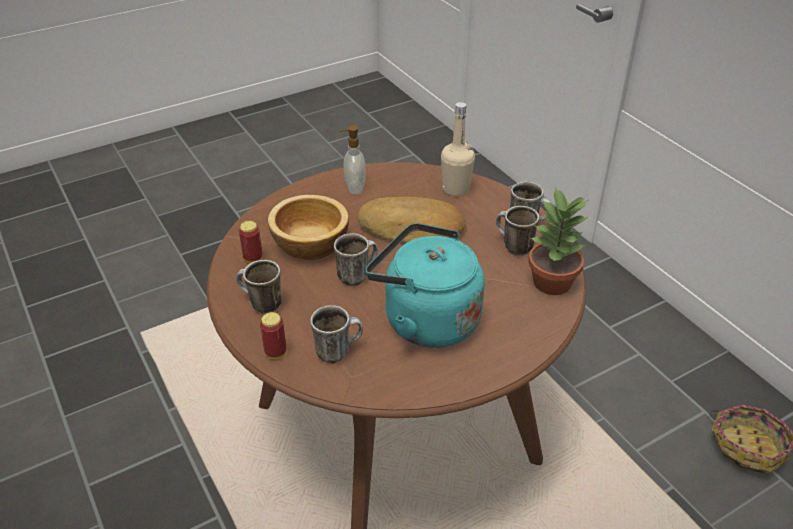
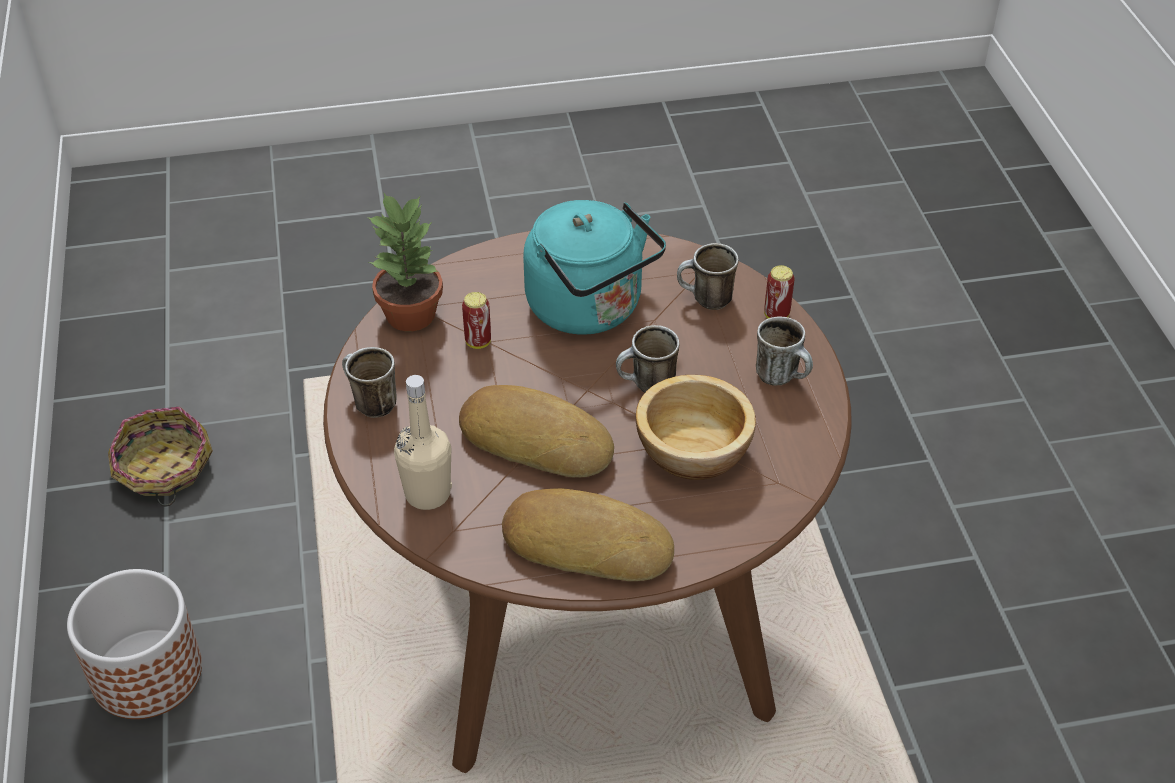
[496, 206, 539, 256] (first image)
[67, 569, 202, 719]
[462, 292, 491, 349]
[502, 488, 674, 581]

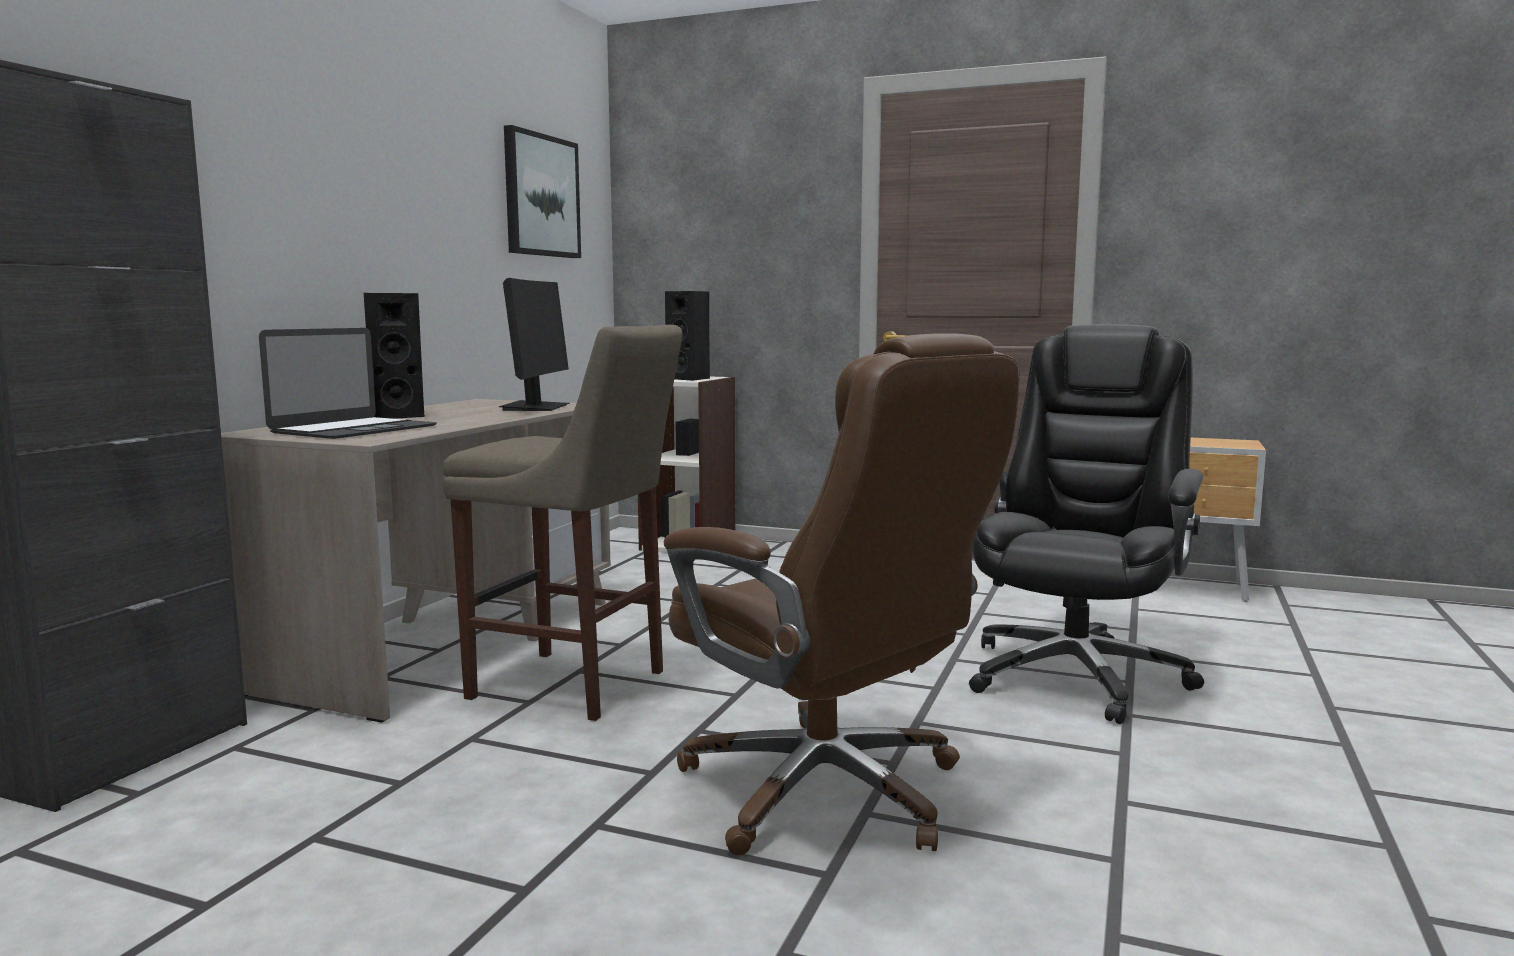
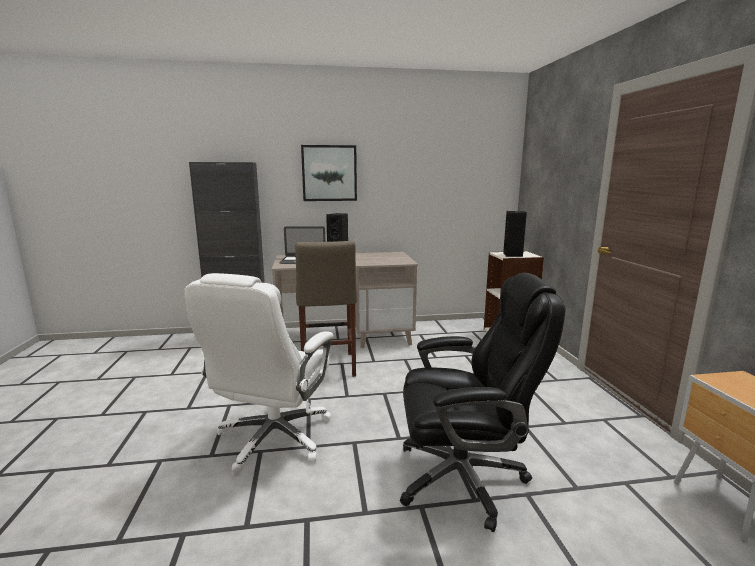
[499, 278, 570, 411] (first image)
[301, 145, 357, 201]
[184, 273, 333, 474]

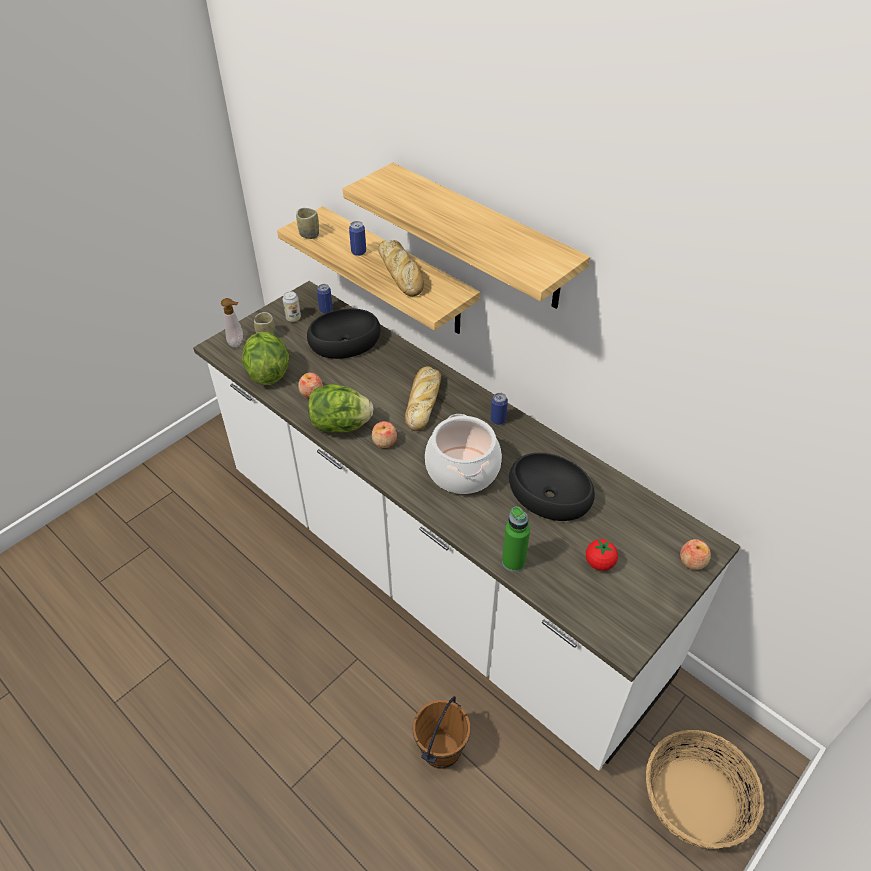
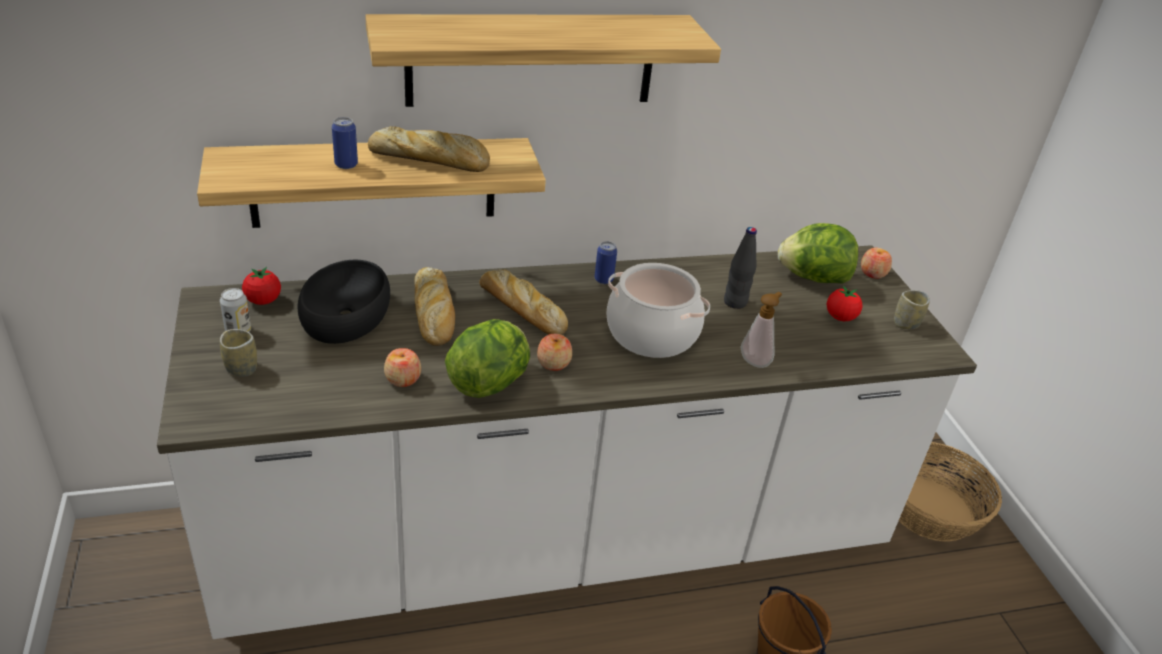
[502, 506, 530, 572] (first image)
[414, 267, 455, 346]
[741, 292, 782, 368]
[778, 223, 858, 284]
[894, 290, 930, 329]
[242, 267, 281, 305]
[724, 227, 757, 309]

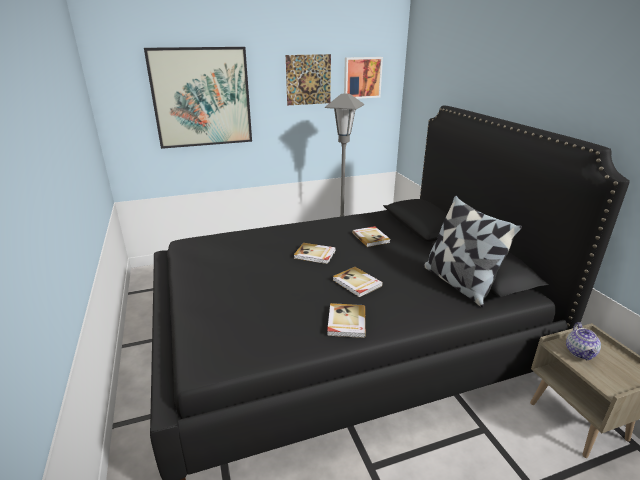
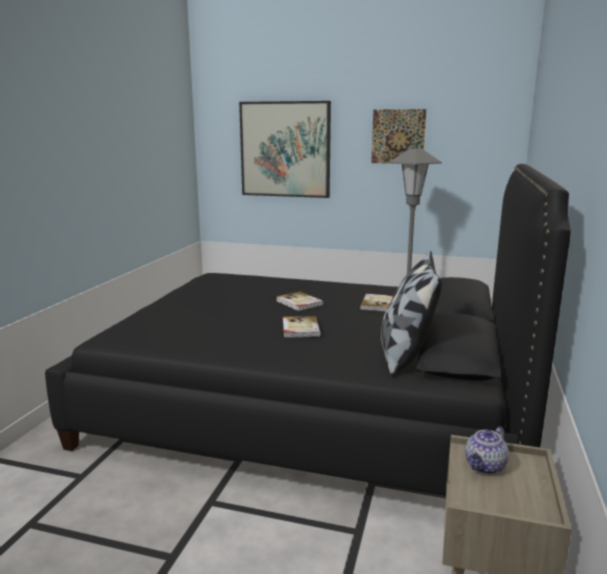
[327, 303, 366, 338] (first image)
[344, 57, 383, 99] (first image)

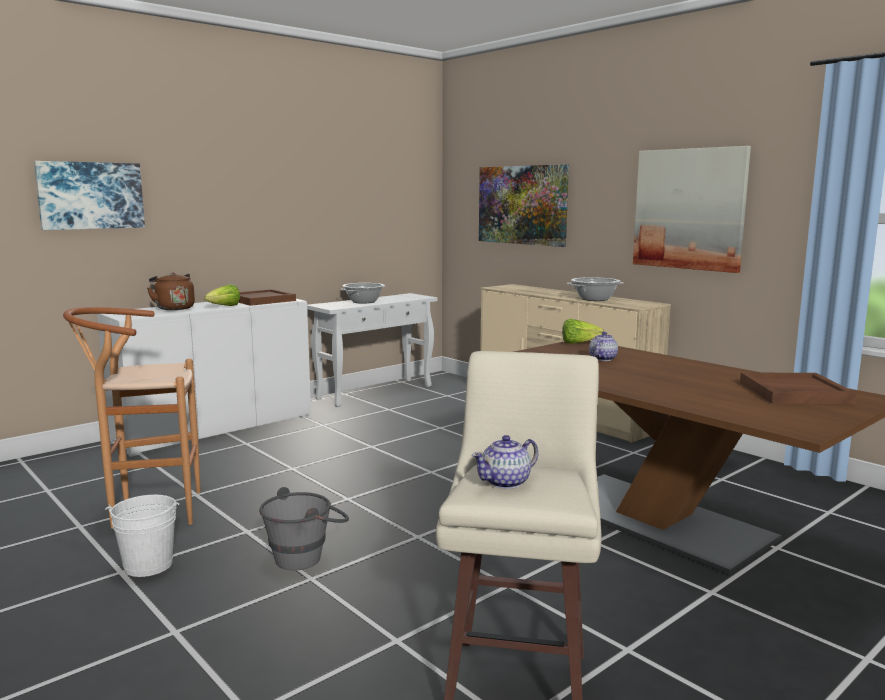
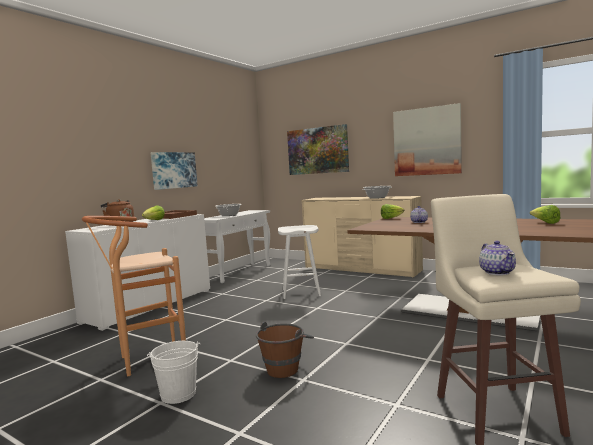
[278, 225, 321, 299]
[151, 152, 198, 190]
[530, 205, 560, 224]
[256, 322, 314, 378]
[479, 241, 516, 275]

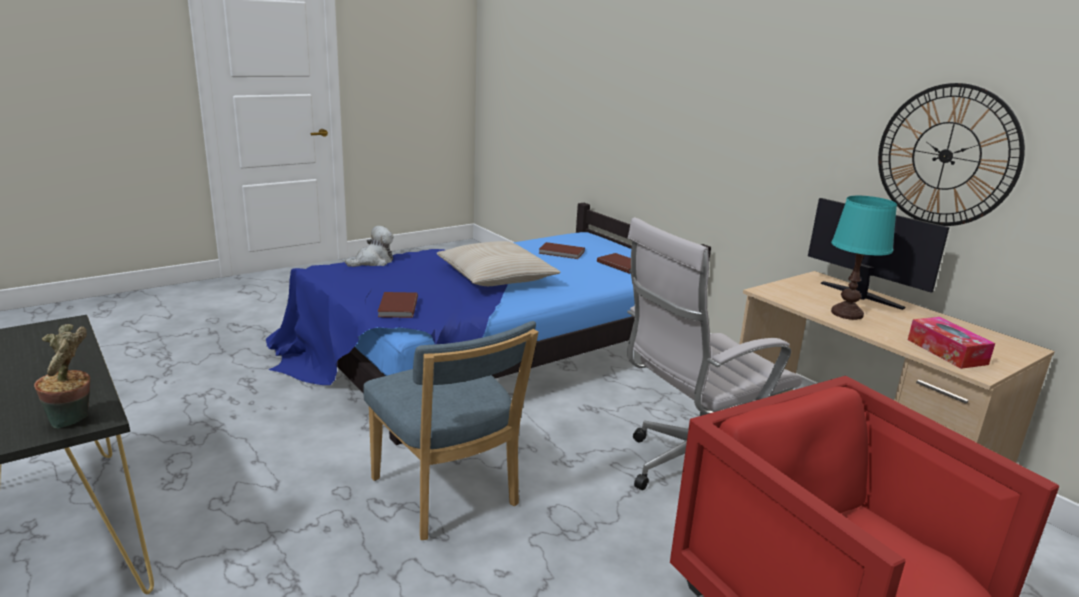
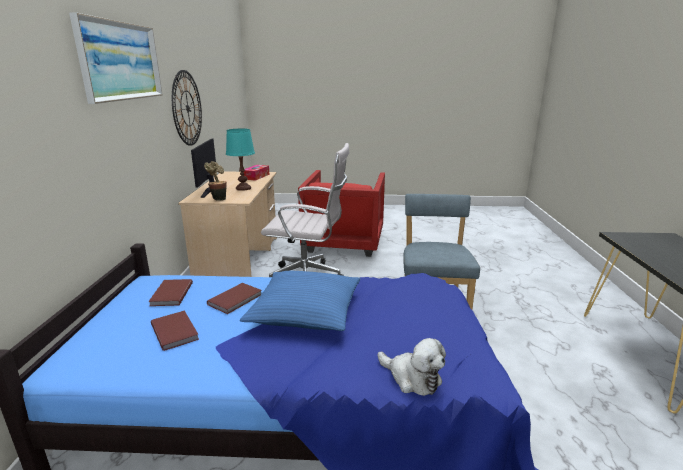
[69, 12, 162, 104]
[204, 161, 227, 201]
[207, 283, 262, 314]
[240, 271, 361, 331]
[378, 338, 446, 396]

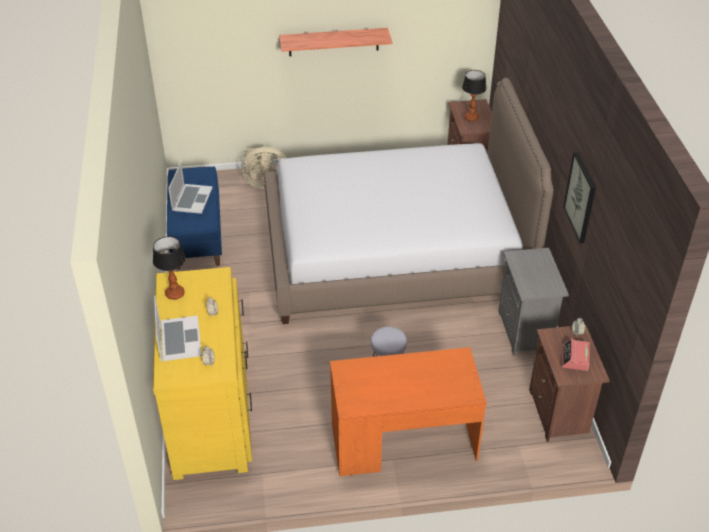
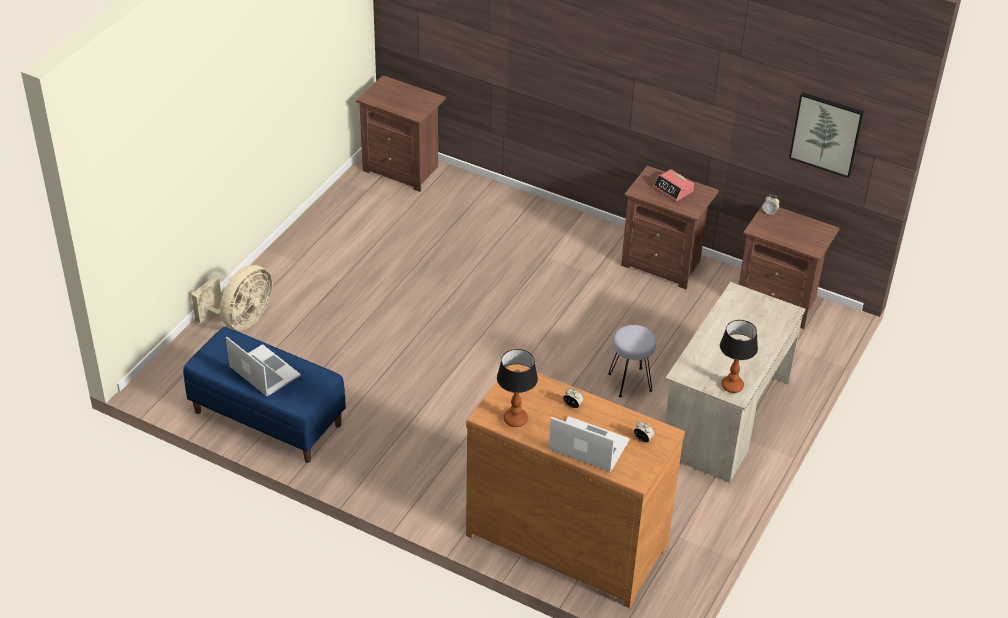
[264, 78, 554, 324] (first image)
[279, 28, 392, 56] (first image)
[720, 320, 758, 393]
[653, 169, 694, 202]
[789, 92, 864, 178]
[466, 364, 685, 608]
[665, 282, 806, 483]
[621, 165, 719, 289]

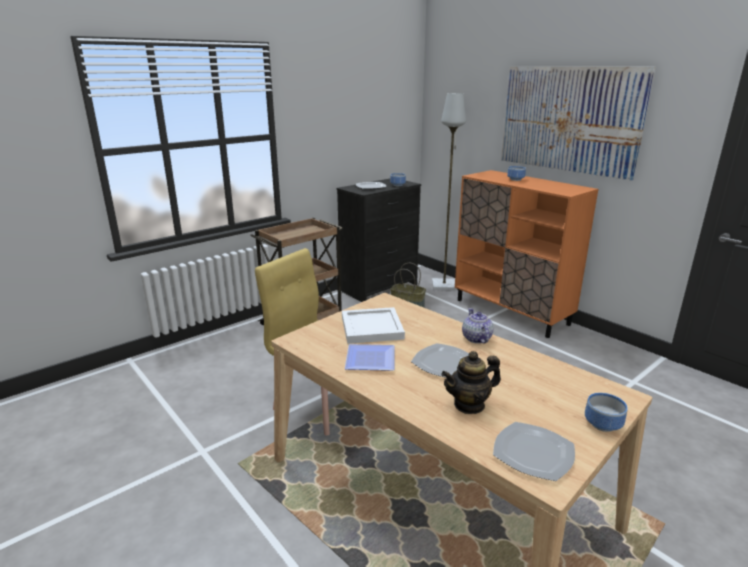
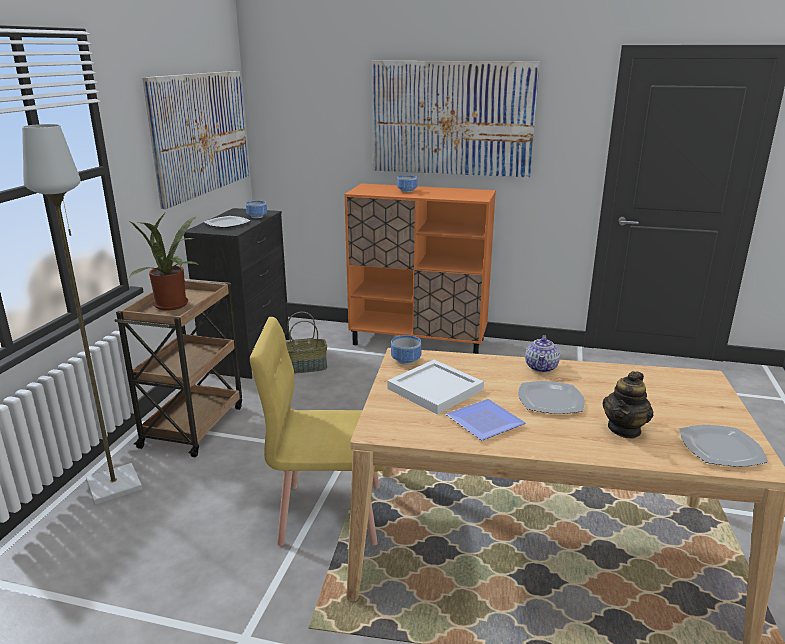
[128, 213, 200, 310]
[142, 71, 249, 209]
[22, 124, 142, 505]
[391, 335, 421, 365]
[525, 335, 560, 373]

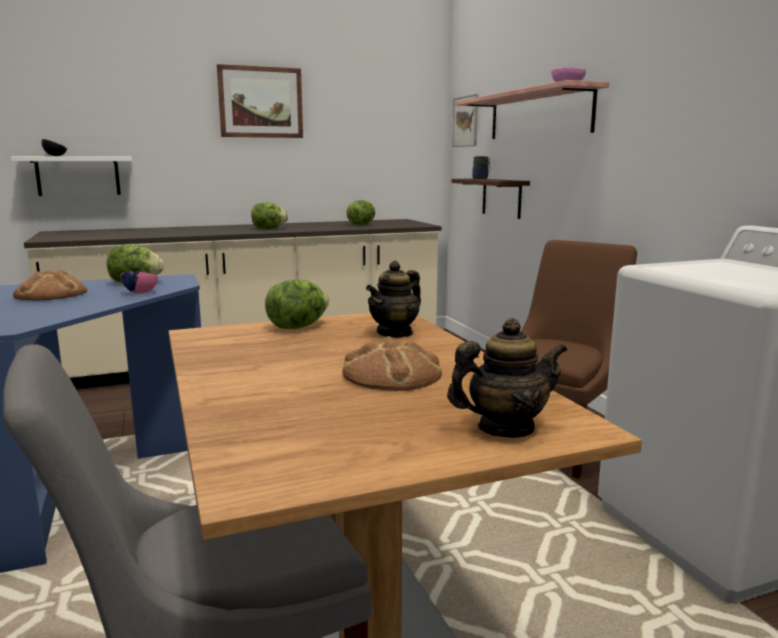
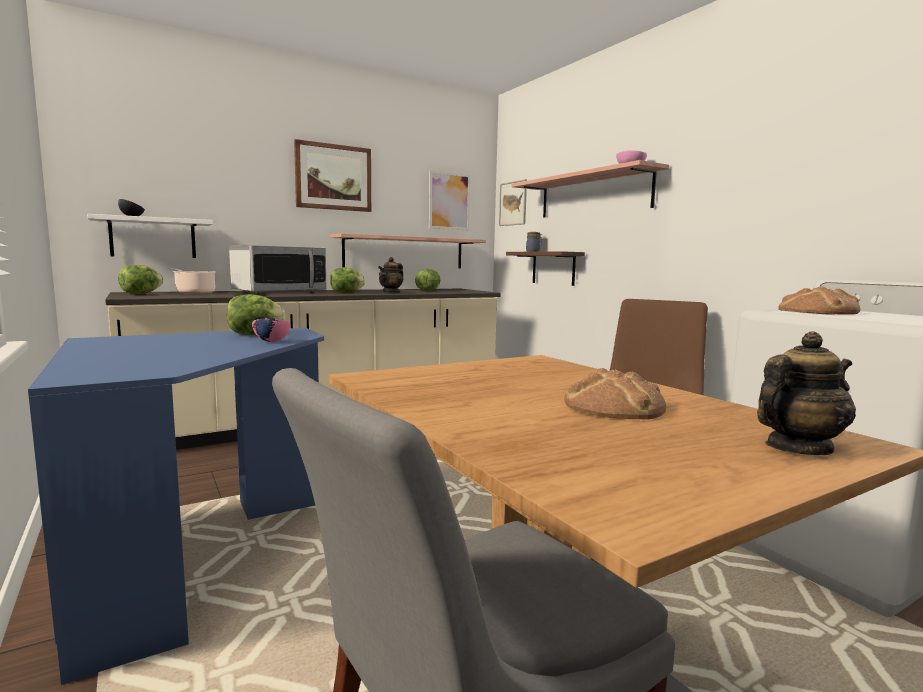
[168, 268, 216, 294]
[229, 245, 326, 294]
[330, 233, 486, 269]
[429, 170, 471, 231]
[778, 286, 860, 315]
[118, 265, 163, 294]
[378, 257, 404, 293]

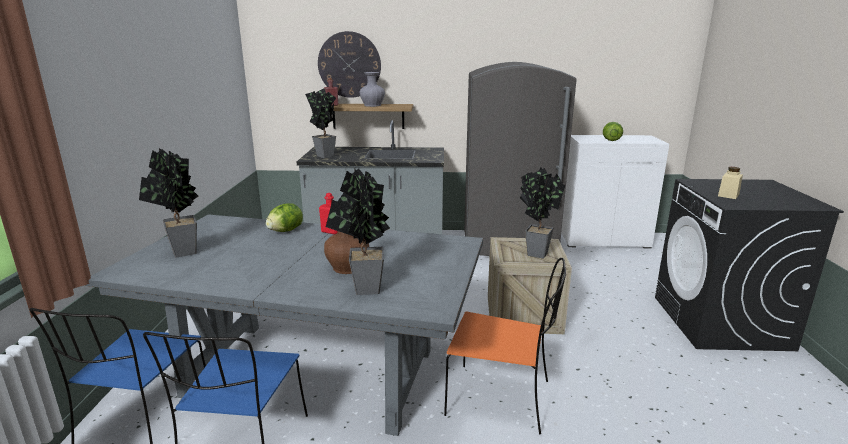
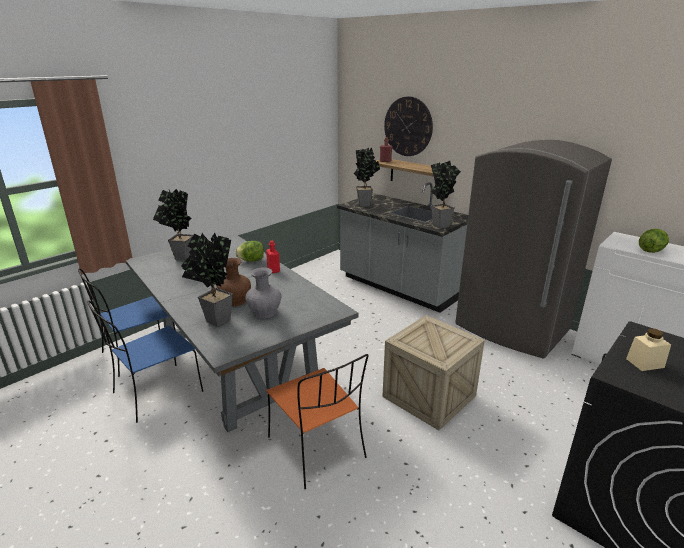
[245, 268, 281, 318]
[431, 161, 461, 228]

